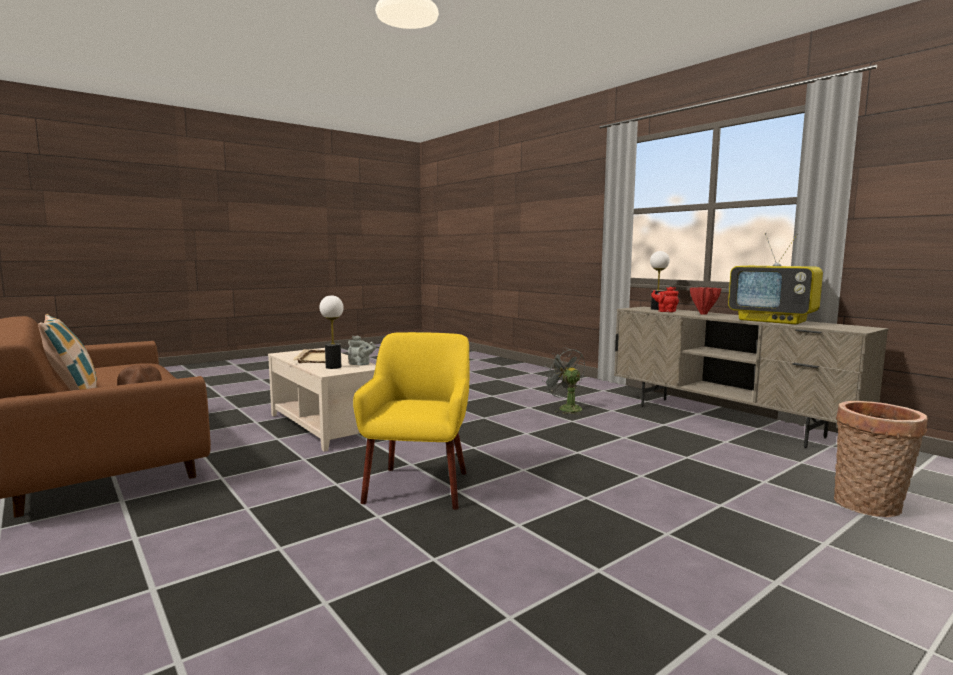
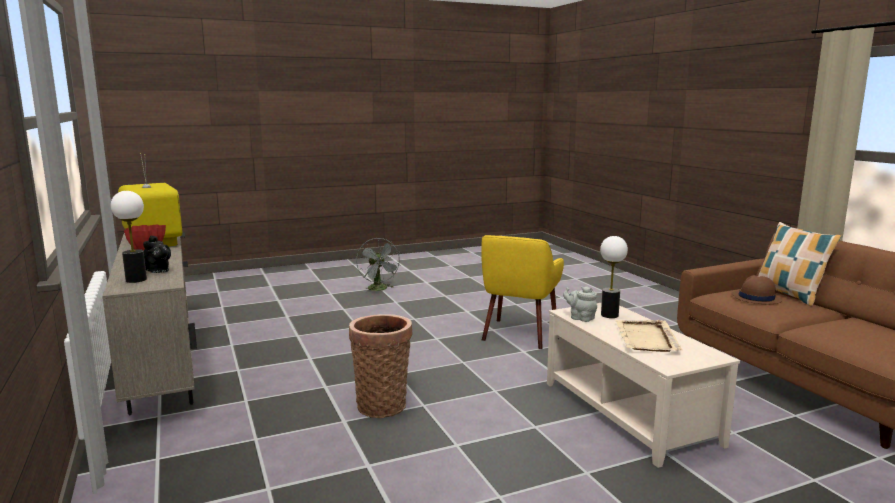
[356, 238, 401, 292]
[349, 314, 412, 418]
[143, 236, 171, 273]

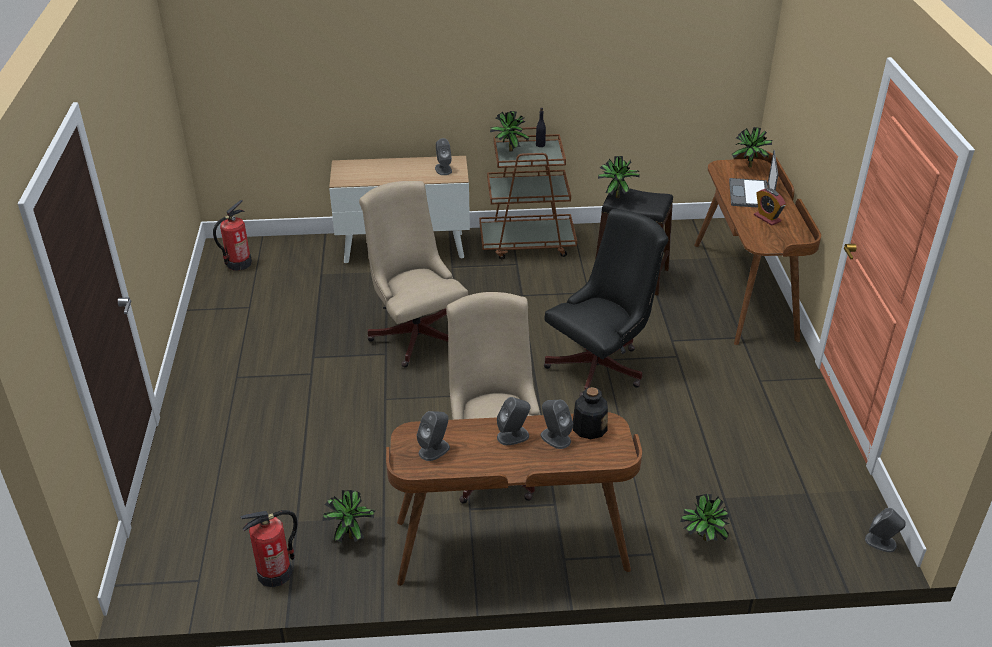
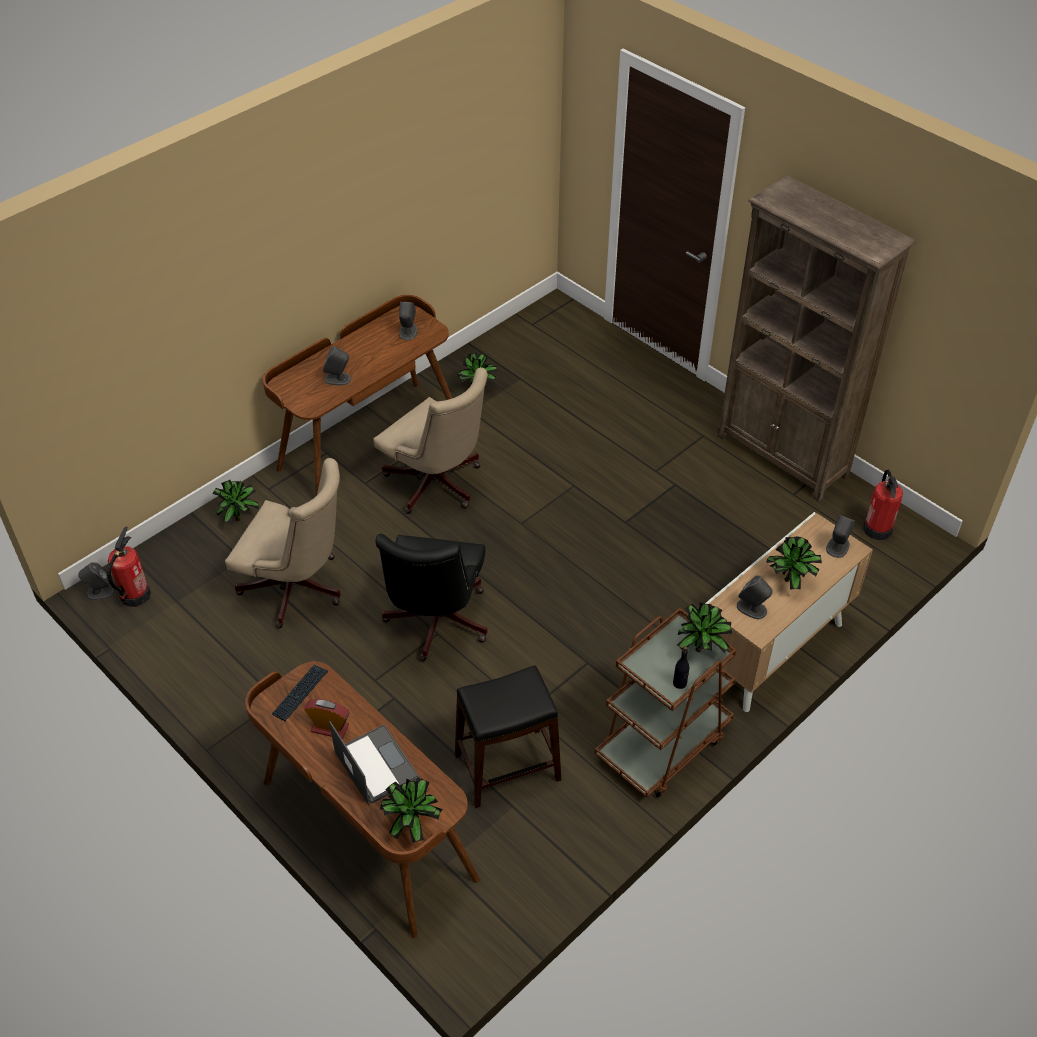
[573, 387, 608, 439] (first image)
[272, 665, 328, 721]
[717, 175, 916, 502]
[107, 526, 151, 607]
[225, 458, 341, 629]
[826, 515, 855, 558]
[766, 536, 822, 590]

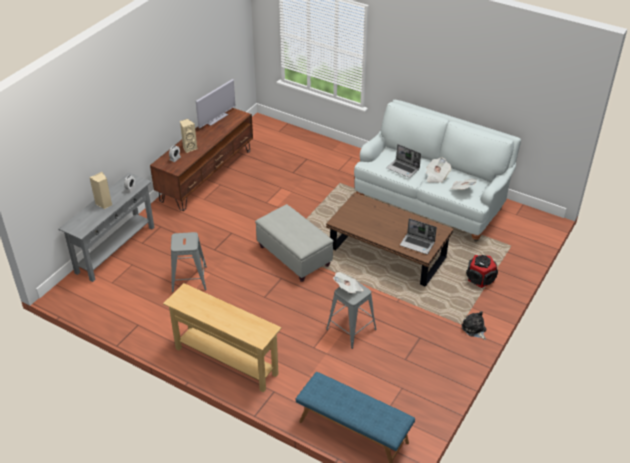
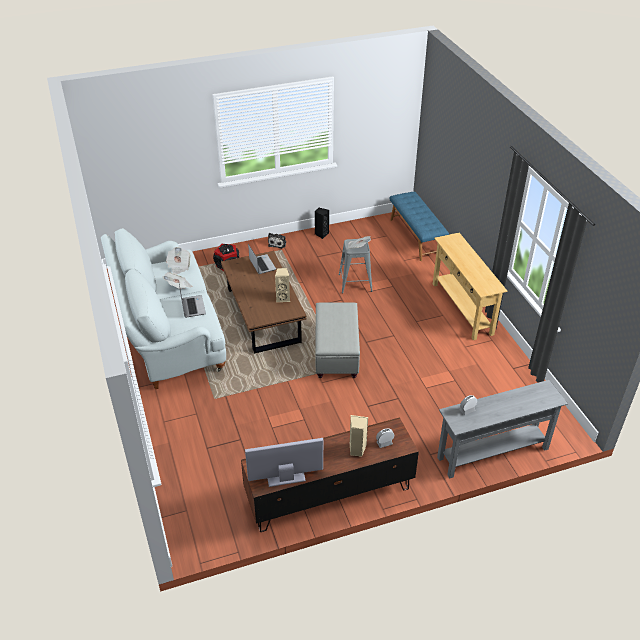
[171, 232, 207, 292] (first image)
[315, 208, 329, 239]
[275, 268, 290, 302]

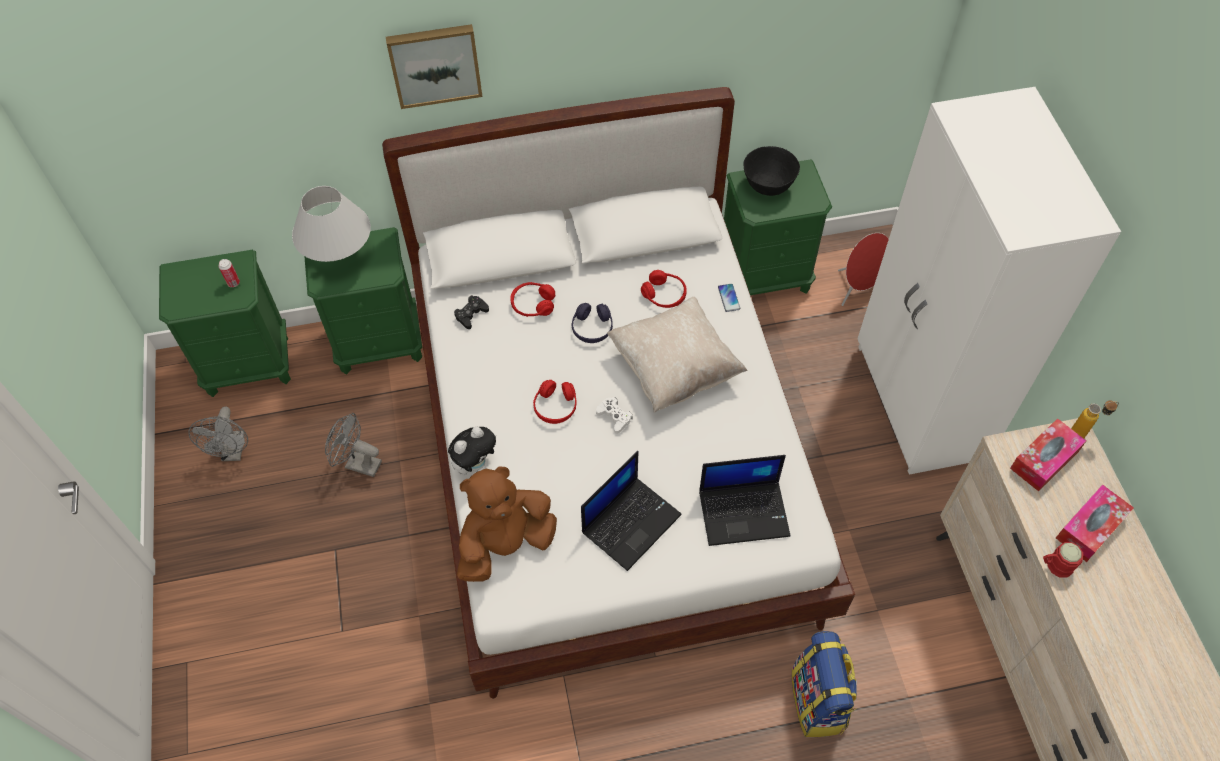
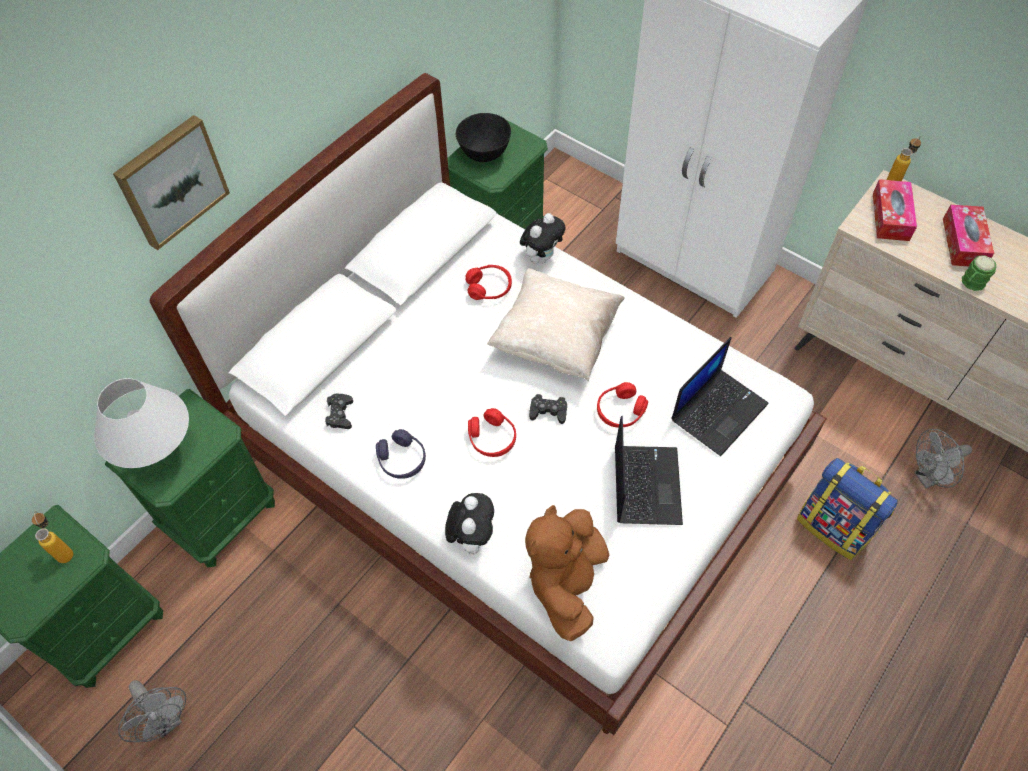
[838, 233, 889, 306] (first image)
[914, 429, 972, 489]
[597, 382, 648, 428]
[376, 429, 426, 479]
[32, 511, 73, 563]
[520, 213, 566, 264]
[529, 394, 567, 424]
[962, 255, 996, 291]

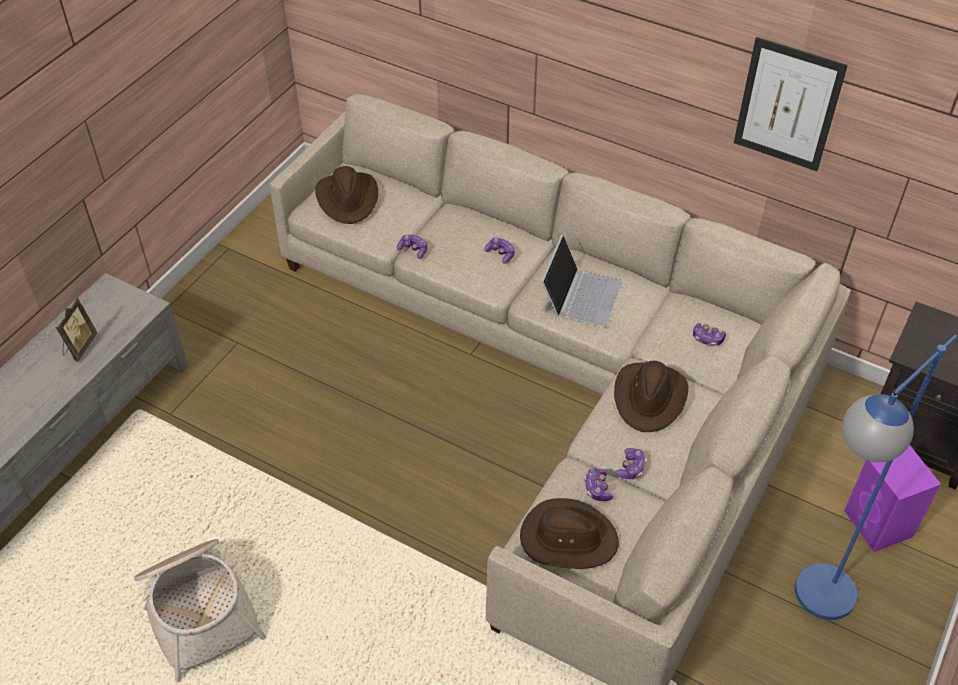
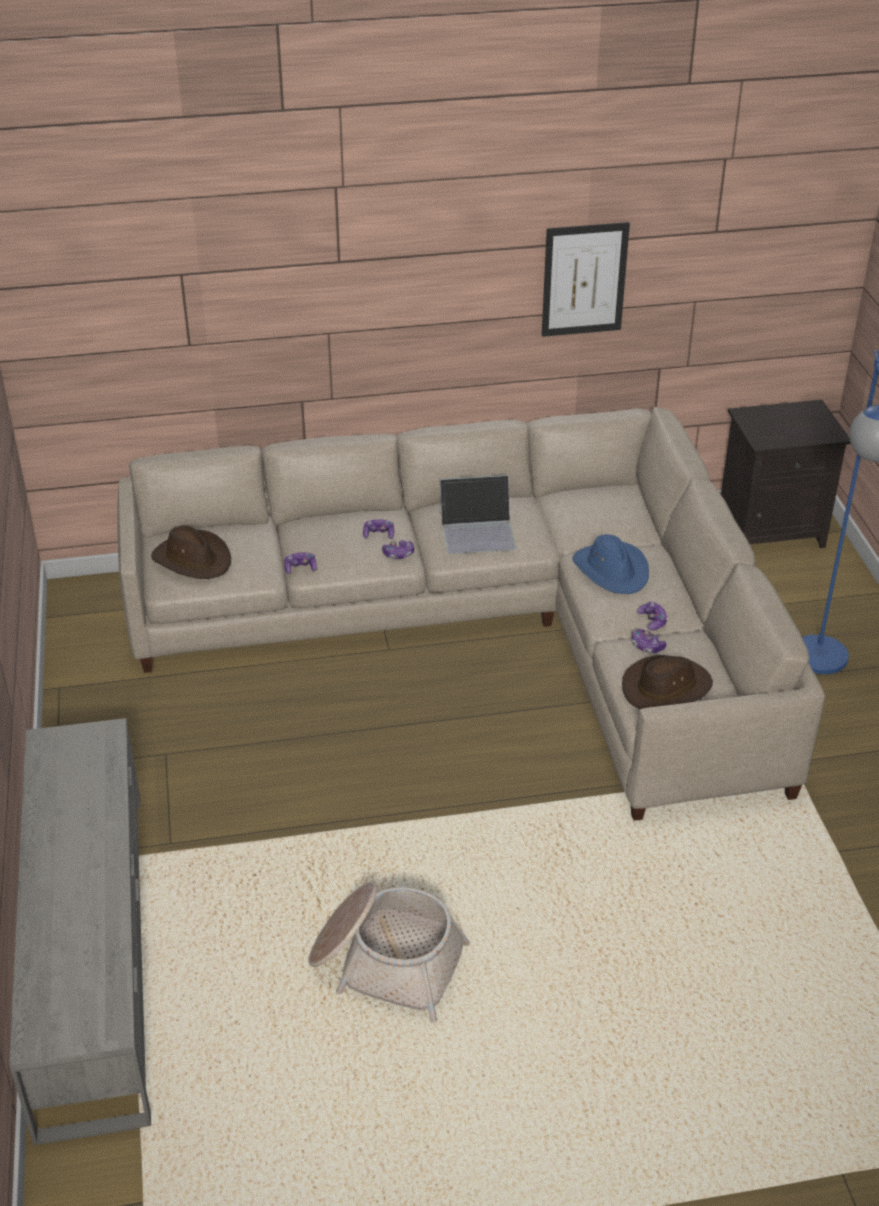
[56, 298, 97, 362] (first image)
[844, 445, 941, 552] (first image)
[382, 540, 414, 559]
[573, 534, 649, 594]
[440, 475, 516, 554]

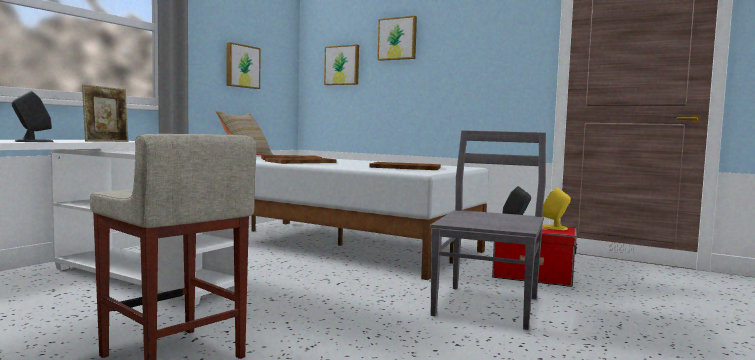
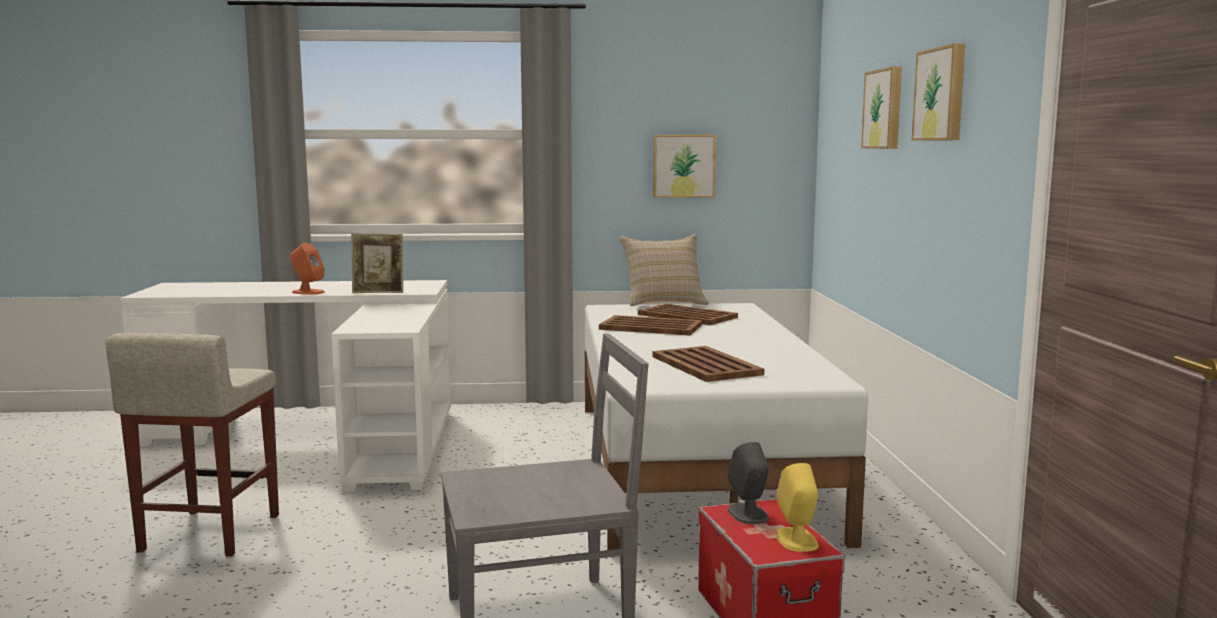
[912, 43, 966, 141]
[290, 243, 325, 295]

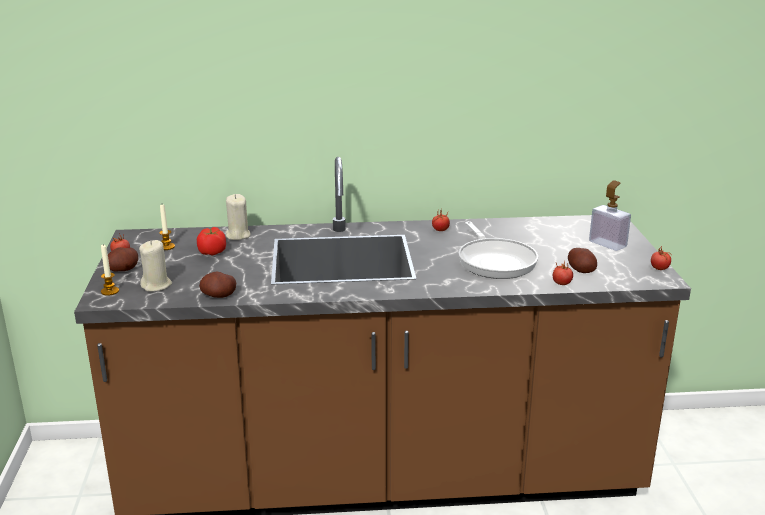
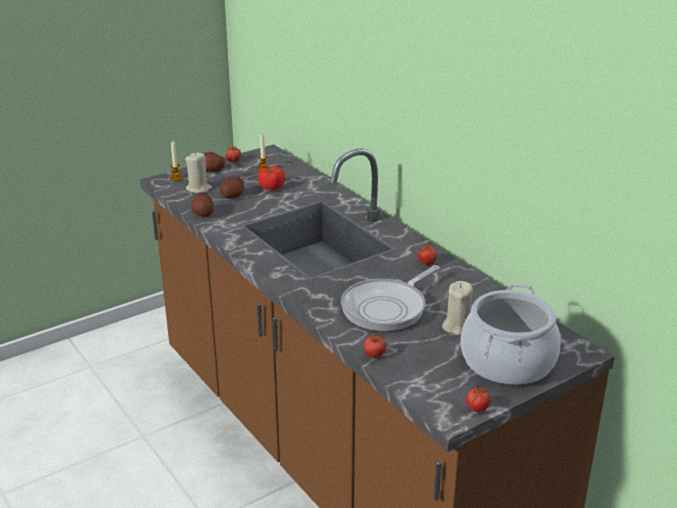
[442, 281, 473, 335]
[220, 177, 244, 198]
[461, 283, 560, 386]

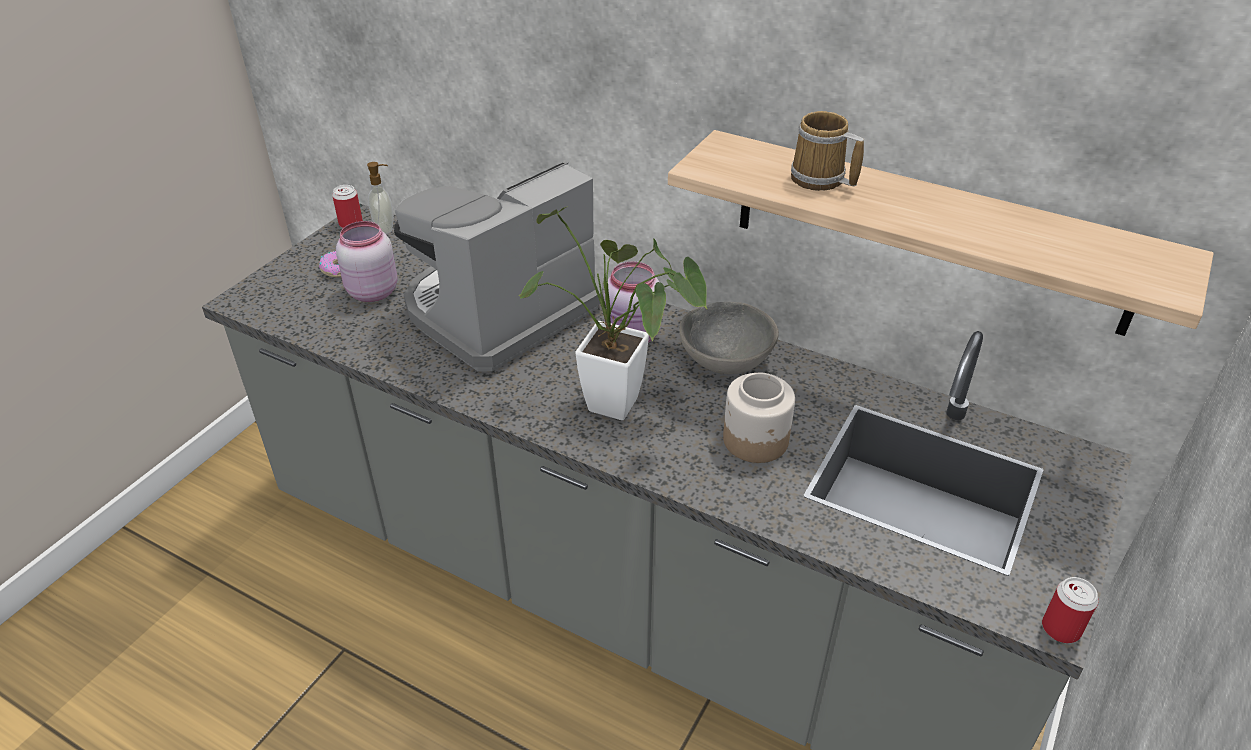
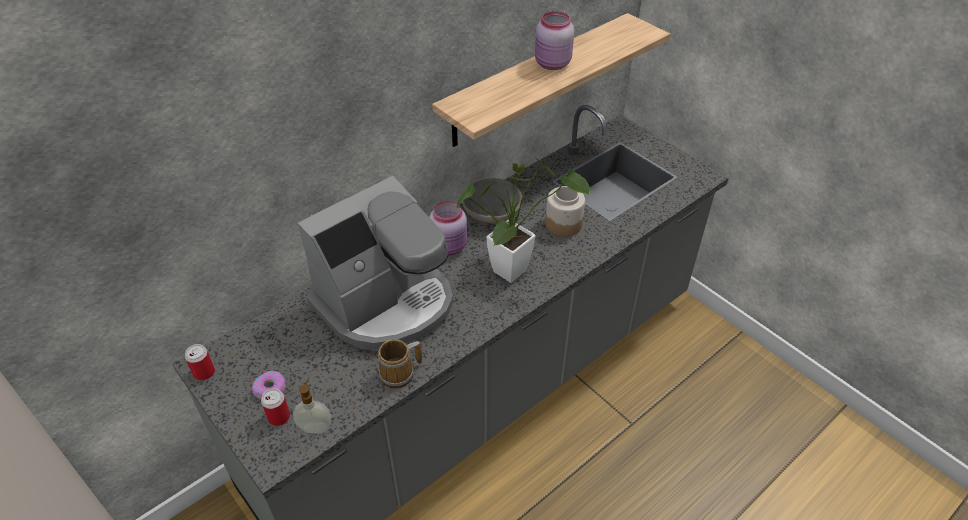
[535, 11, 574, 70]
[293, 379, 331, 434]
[378, 339, 422, 389]
[261, 388, 290, 426]
[298, 176, 453, 351]

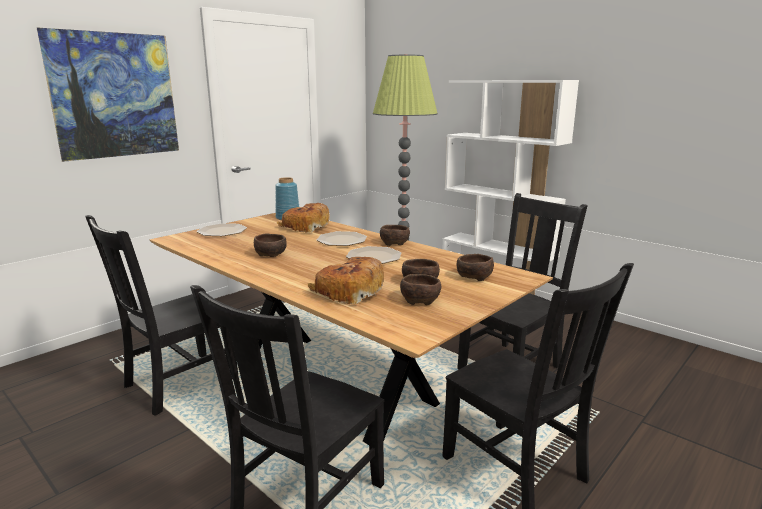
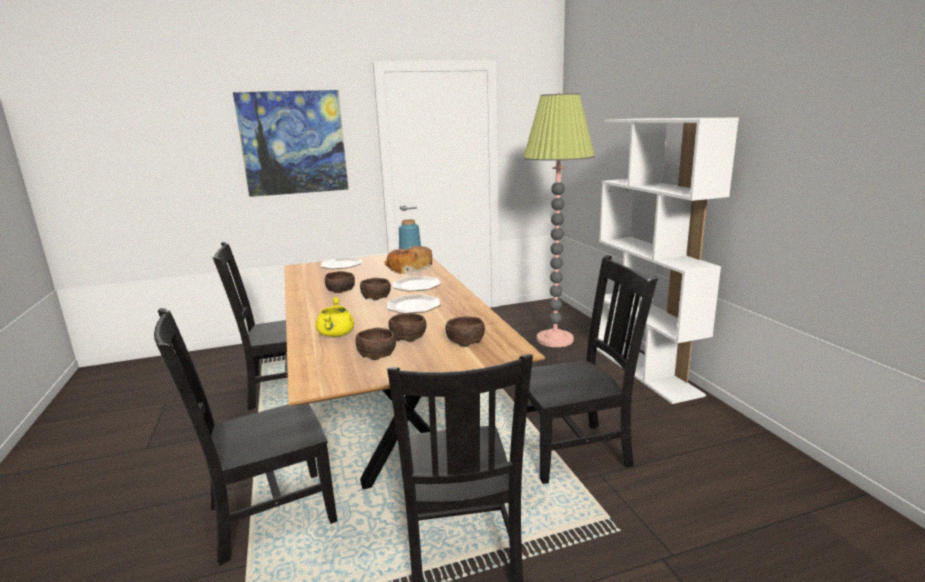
[360, 278, 391, 300]
[316, 297, 354, 337]

